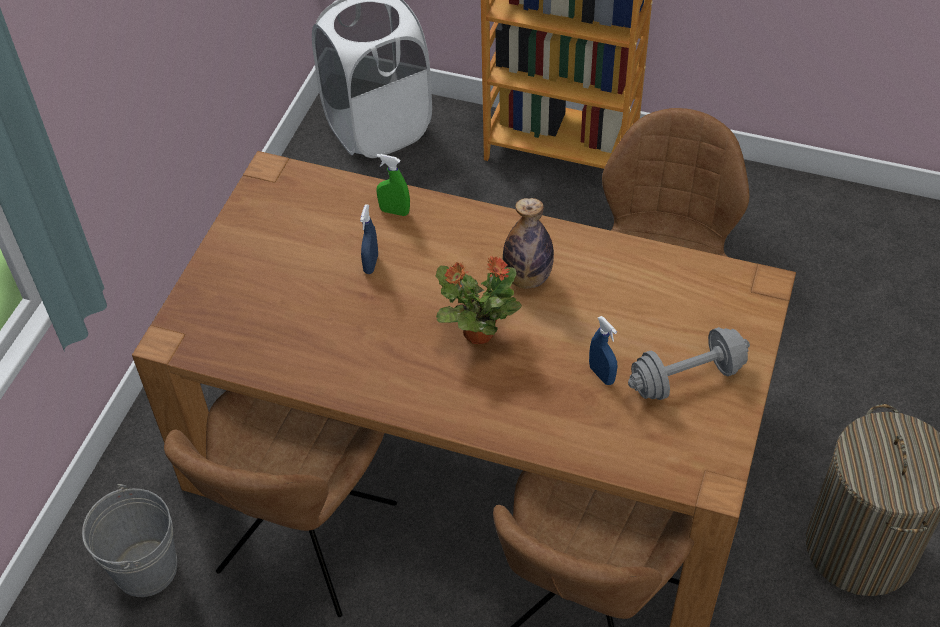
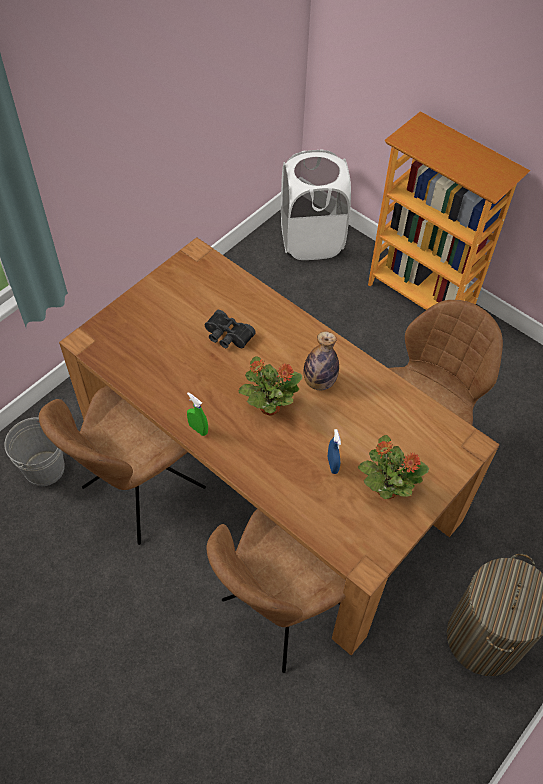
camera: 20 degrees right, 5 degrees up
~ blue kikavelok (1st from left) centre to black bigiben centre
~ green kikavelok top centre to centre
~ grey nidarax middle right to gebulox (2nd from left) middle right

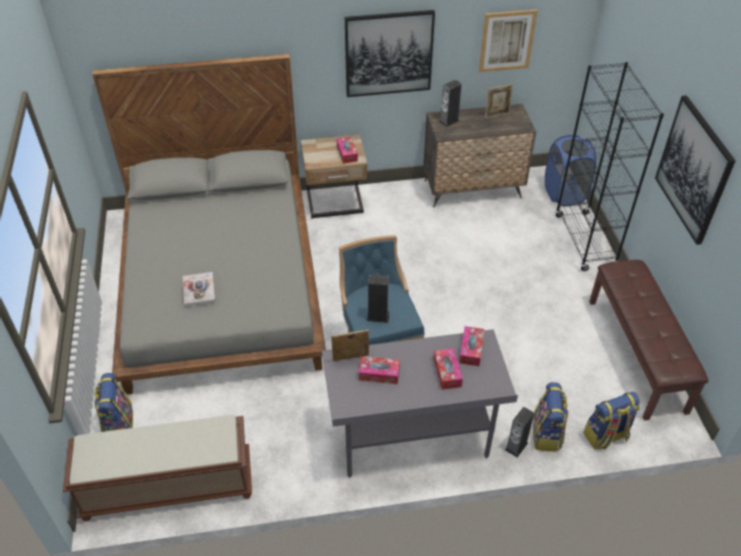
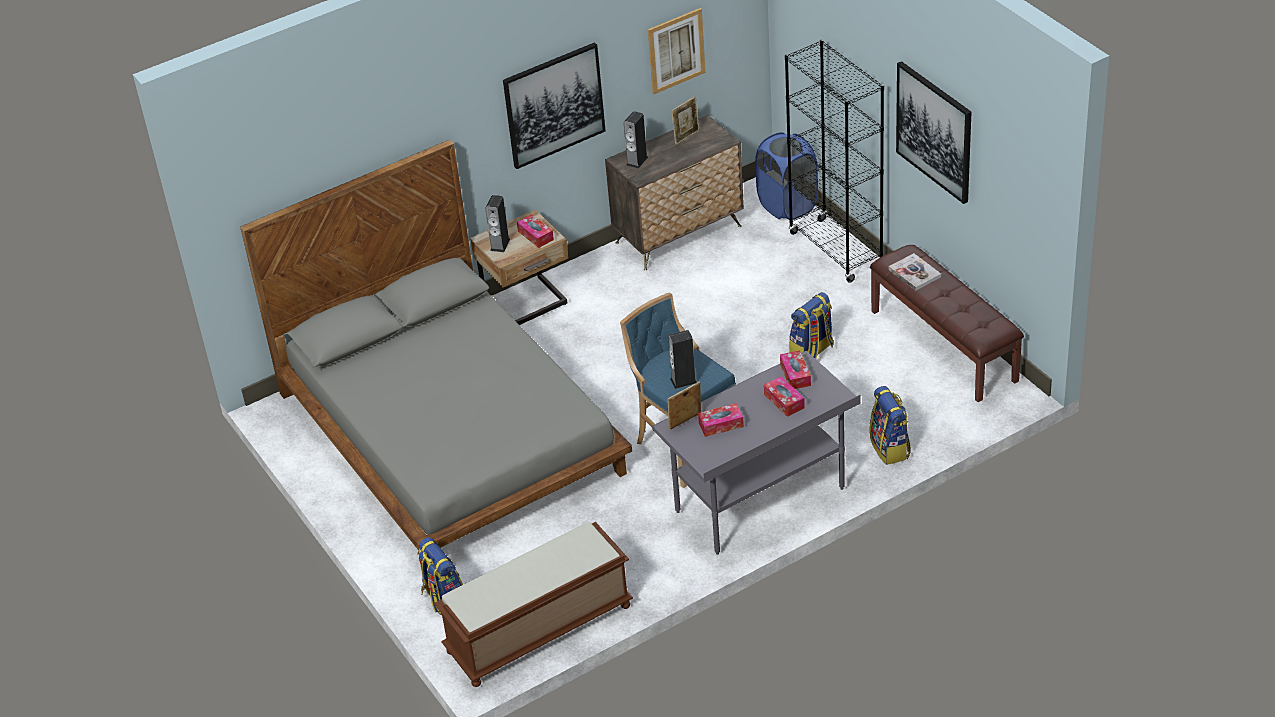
camera: 20 degrees left, 5 degrees down
~ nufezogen middle left to middle right
~ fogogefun (3rd from left in the first image) bottom right to fogogefun (1st from left) top centre
~ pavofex (3rd from left in the first image) bottom right to pavofex (2nd from left) centre

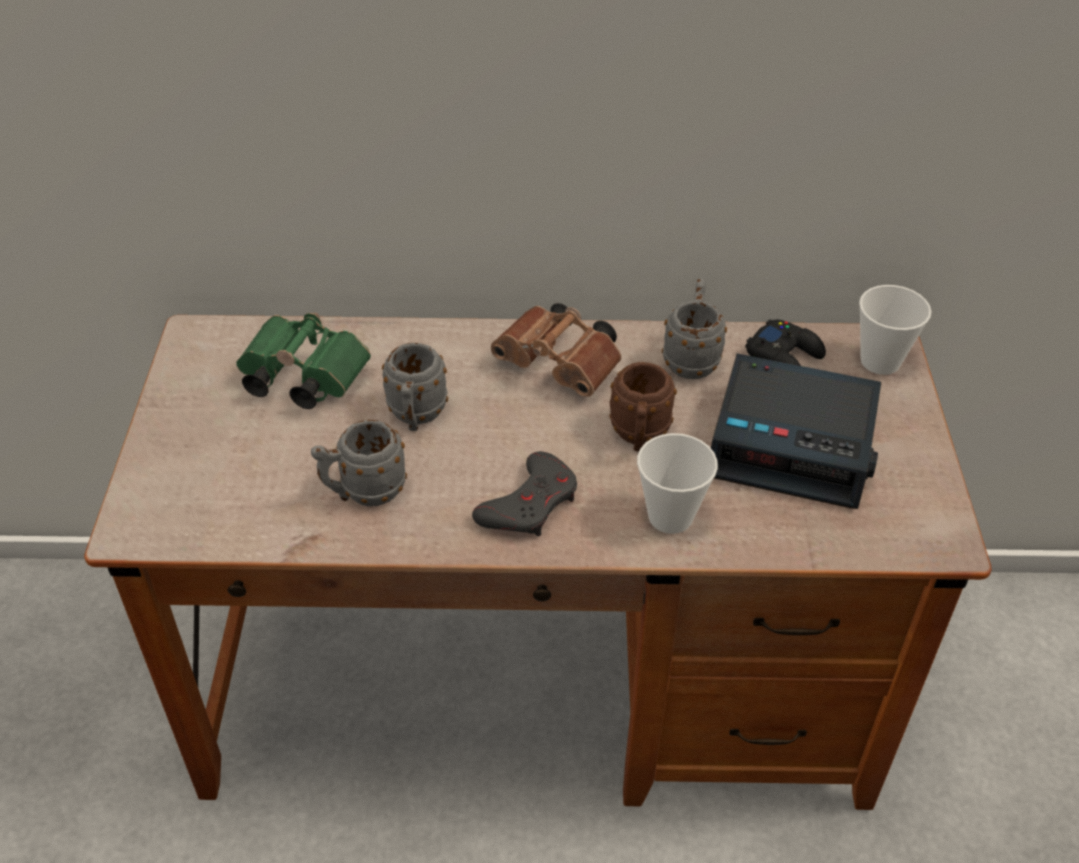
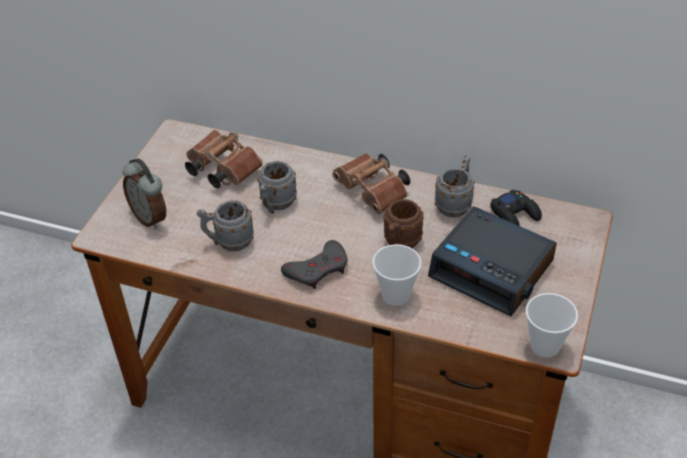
camera: 20 degrees right, 0 degrees up
~ green bigiben middle left to brown bigiben (1st from left) middle left
~ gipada (2nd from left) middle right to bottom right
+ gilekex (1st from left) middle left

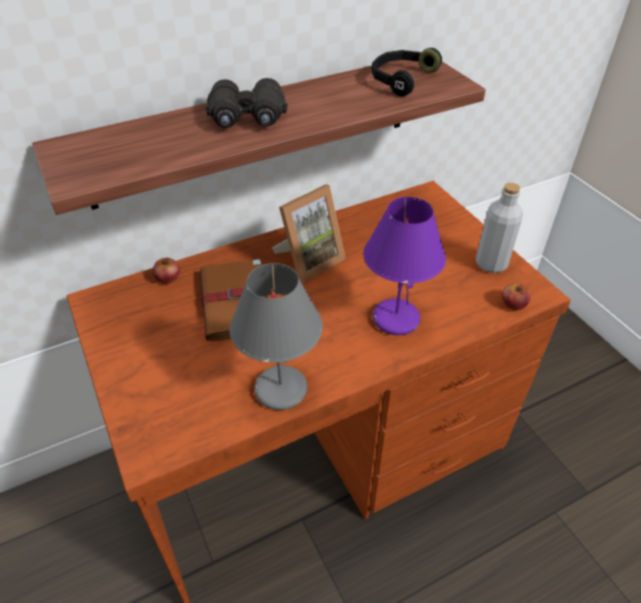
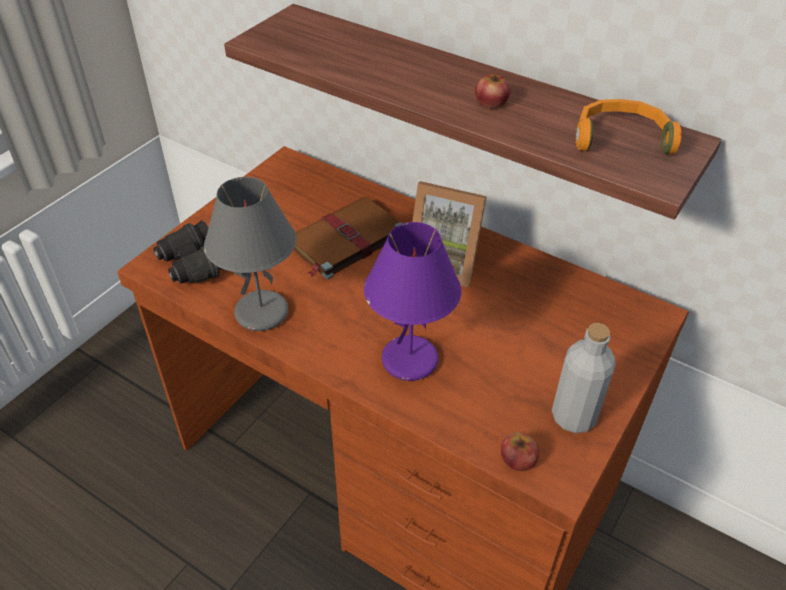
camera: 60 degrees right, 0 degrees up
~ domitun (1st from left) middle left to top centre
~ black bigiben top centre to middle left
~ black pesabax top centre to orange pesabax top right

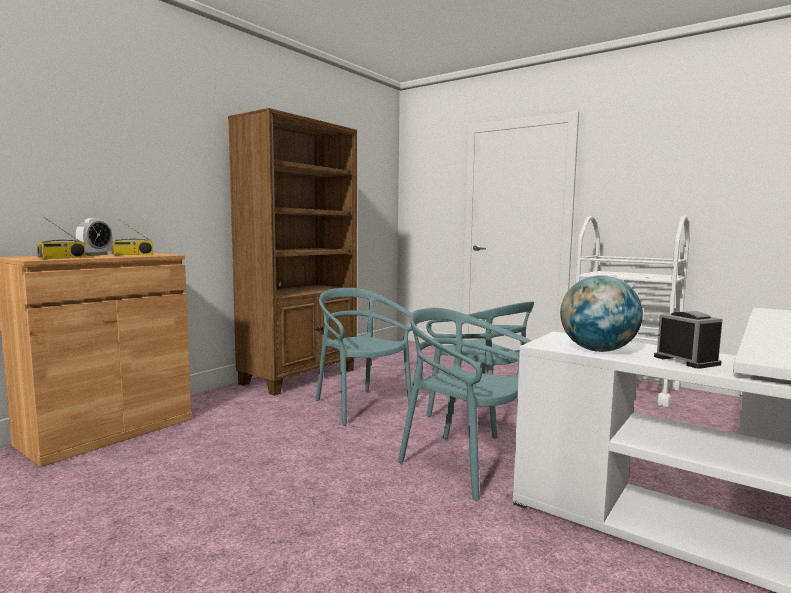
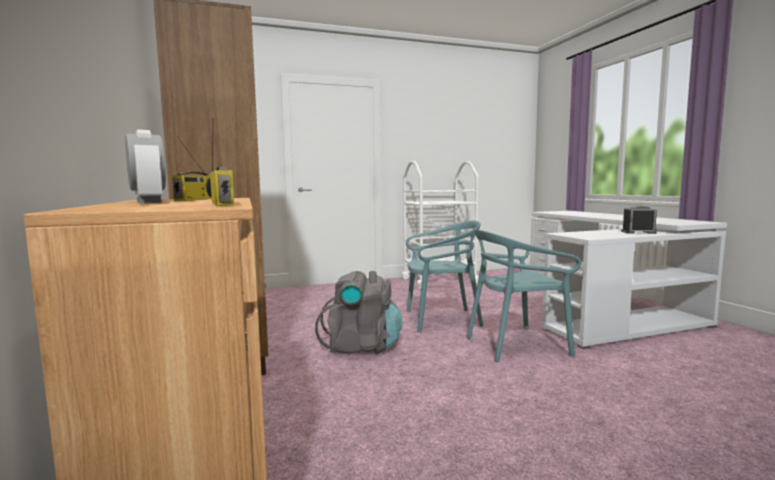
camera: 55 degrees left, 0 degrees up
~ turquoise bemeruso (1st from left) centre to grey pavofex centre
- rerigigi middle right

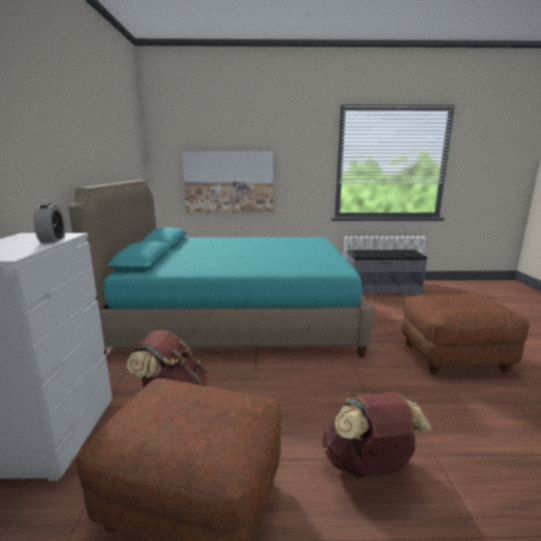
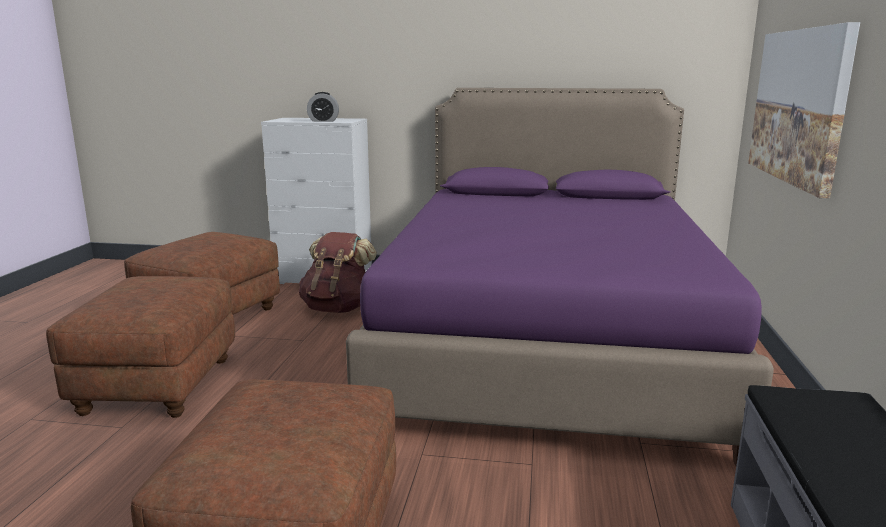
camera: 100 degrees right, 0 degrees up
~ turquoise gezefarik centre to purple gezefarik centre
~ brown pavofex (2nd from left) bottom right to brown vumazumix (1st from left) middle left

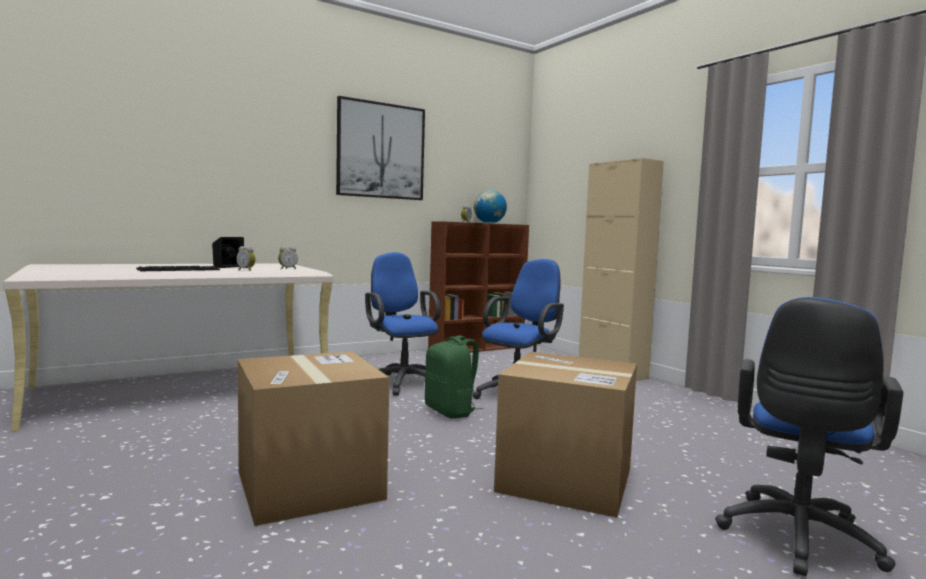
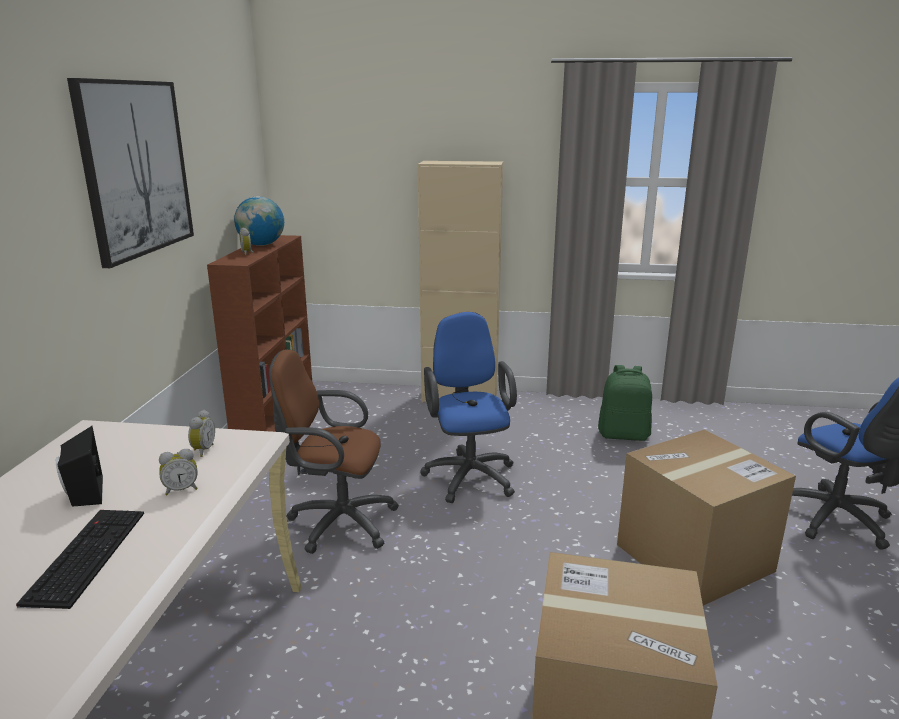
camera: 50 degrees left, 15 degrees up
~ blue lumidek (1st from left) centre to brown lumidek centre
~ green pavofex centre to middle right

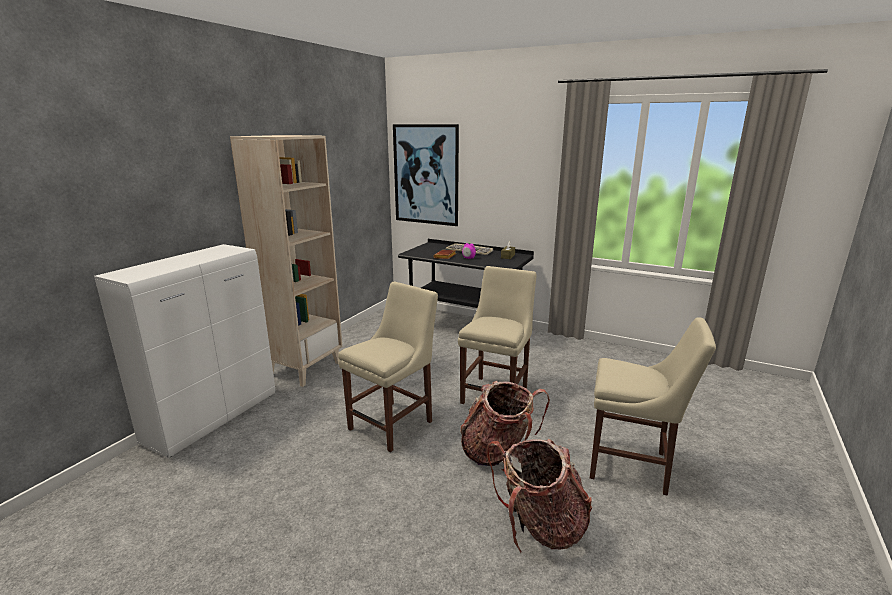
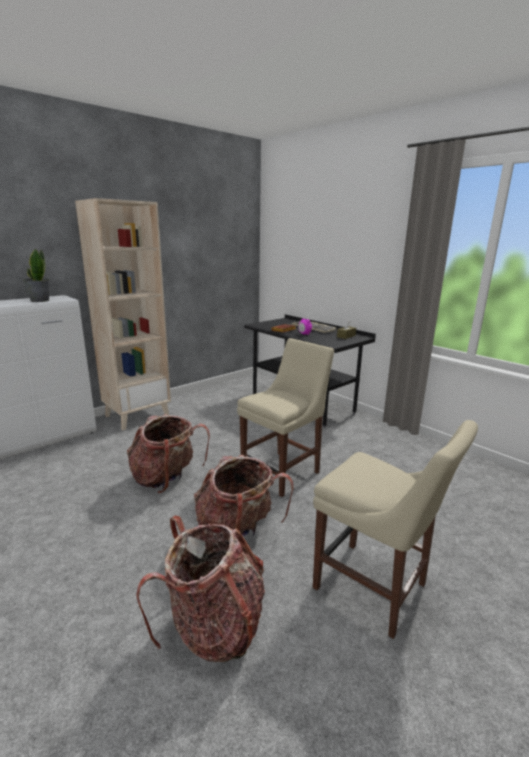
camera: 20 degrees right, 0 degrees up
~ beige bemeruso (1st from left) centre to pavofex (1st from left) middle left
- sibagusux top centre
+ gebulox middle left

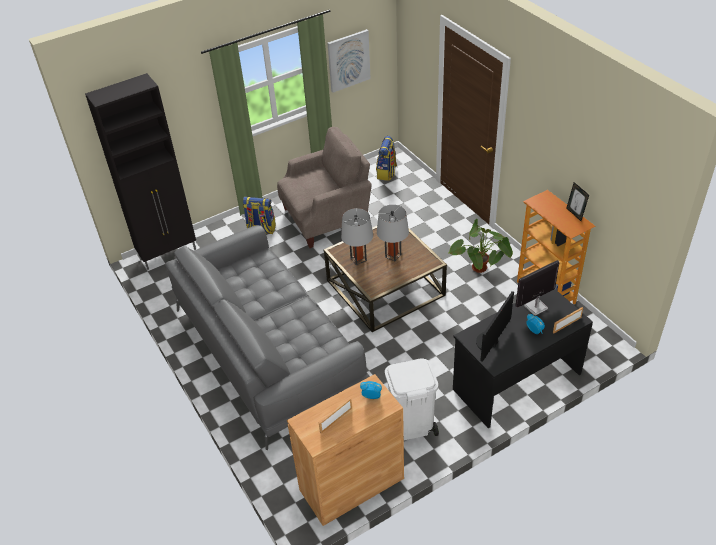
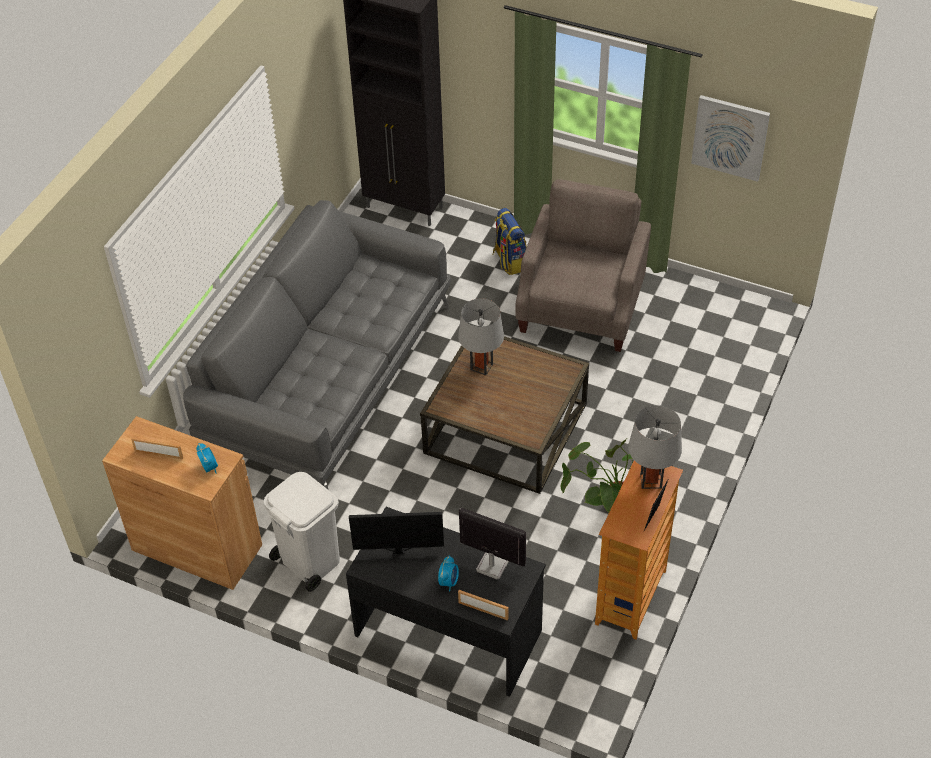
camera: 55 degrees right, 5 degrees up
~ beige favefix centre = centre 105 degrees counterclockwise
- pavofex (2nd from left) top centre
~ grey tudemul (2nd from left) centre to middle right

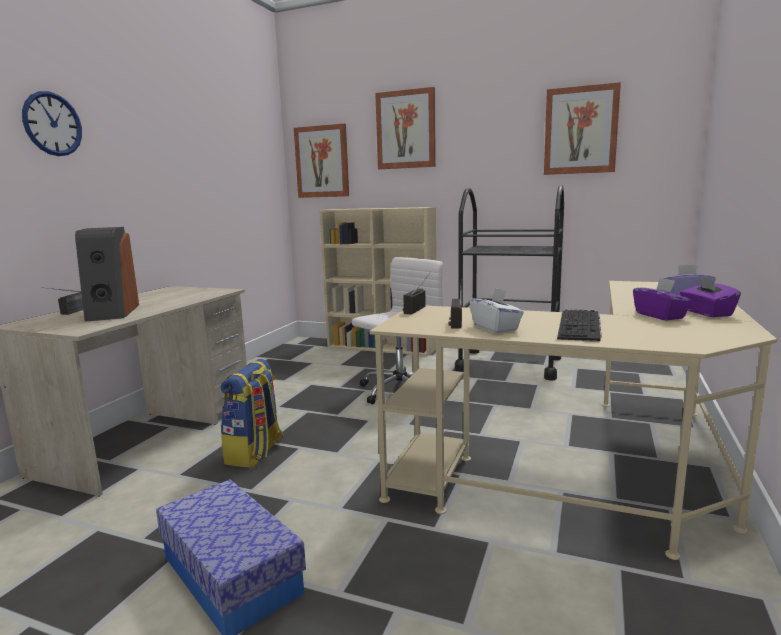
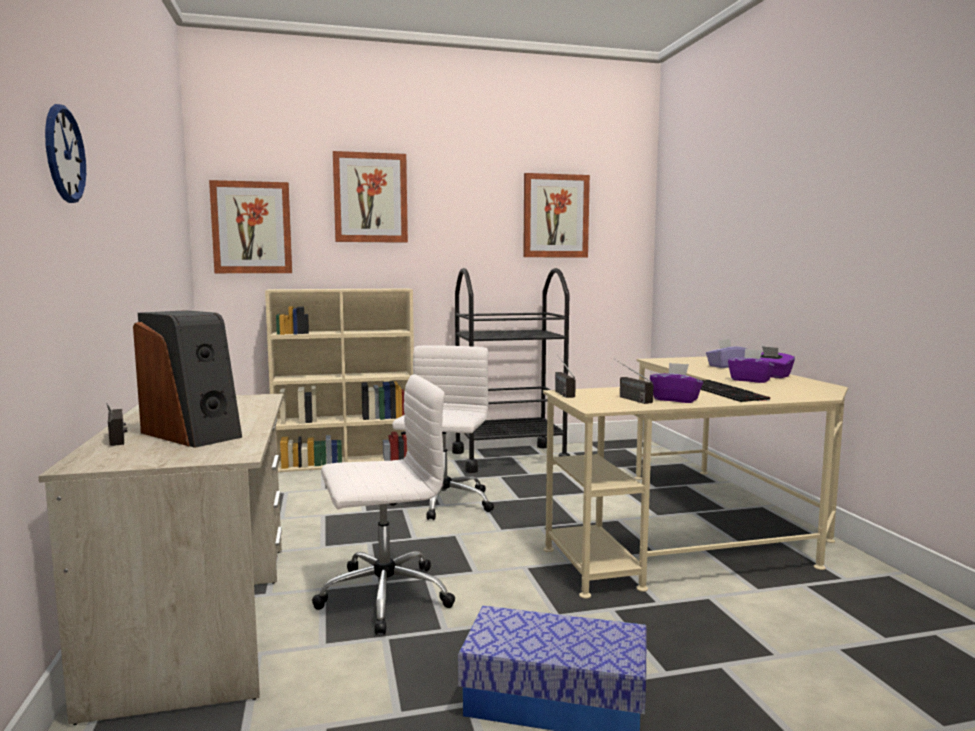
camera: 35 degrees left, 5 degrees down
~ pavofex middle left to white lumidek (1st from left) bottom centre
~ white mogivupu centre to purple mogivupu (1st from left) middle right

